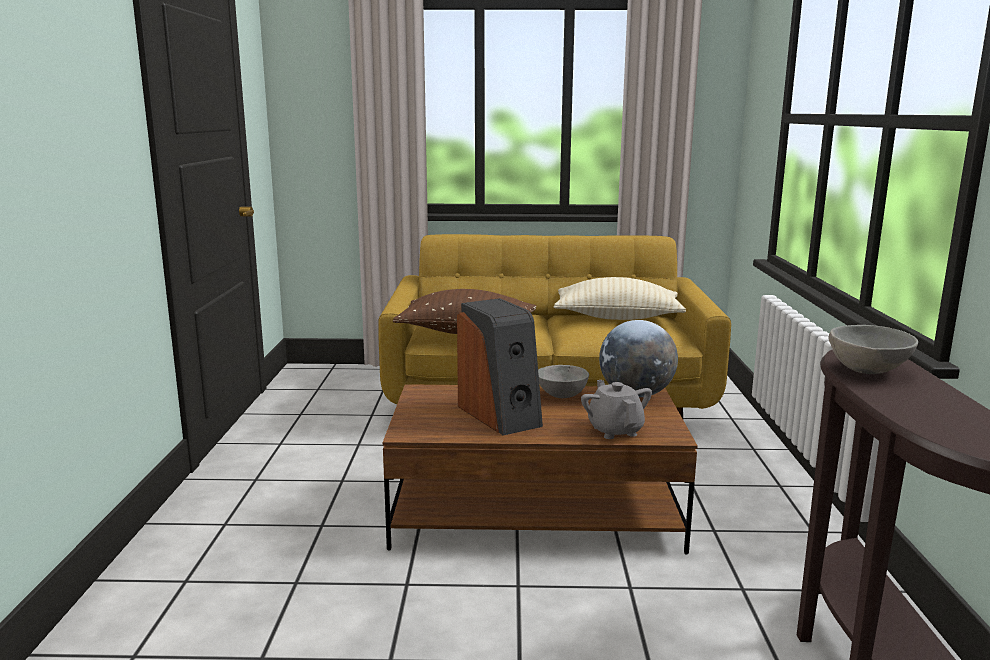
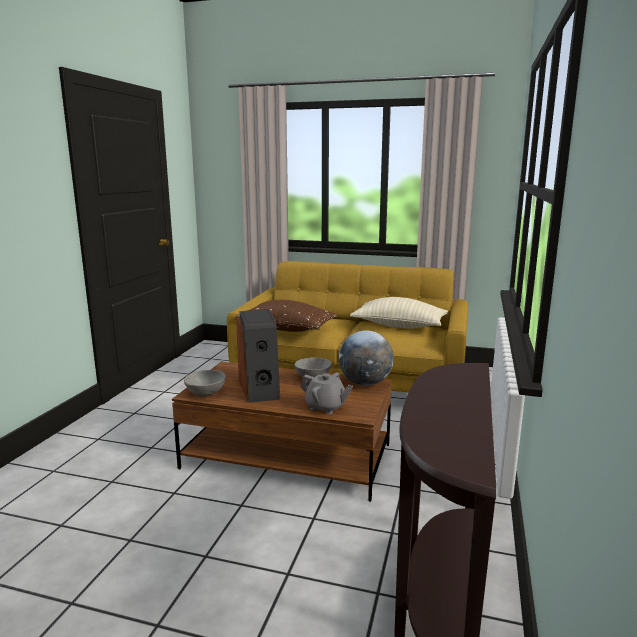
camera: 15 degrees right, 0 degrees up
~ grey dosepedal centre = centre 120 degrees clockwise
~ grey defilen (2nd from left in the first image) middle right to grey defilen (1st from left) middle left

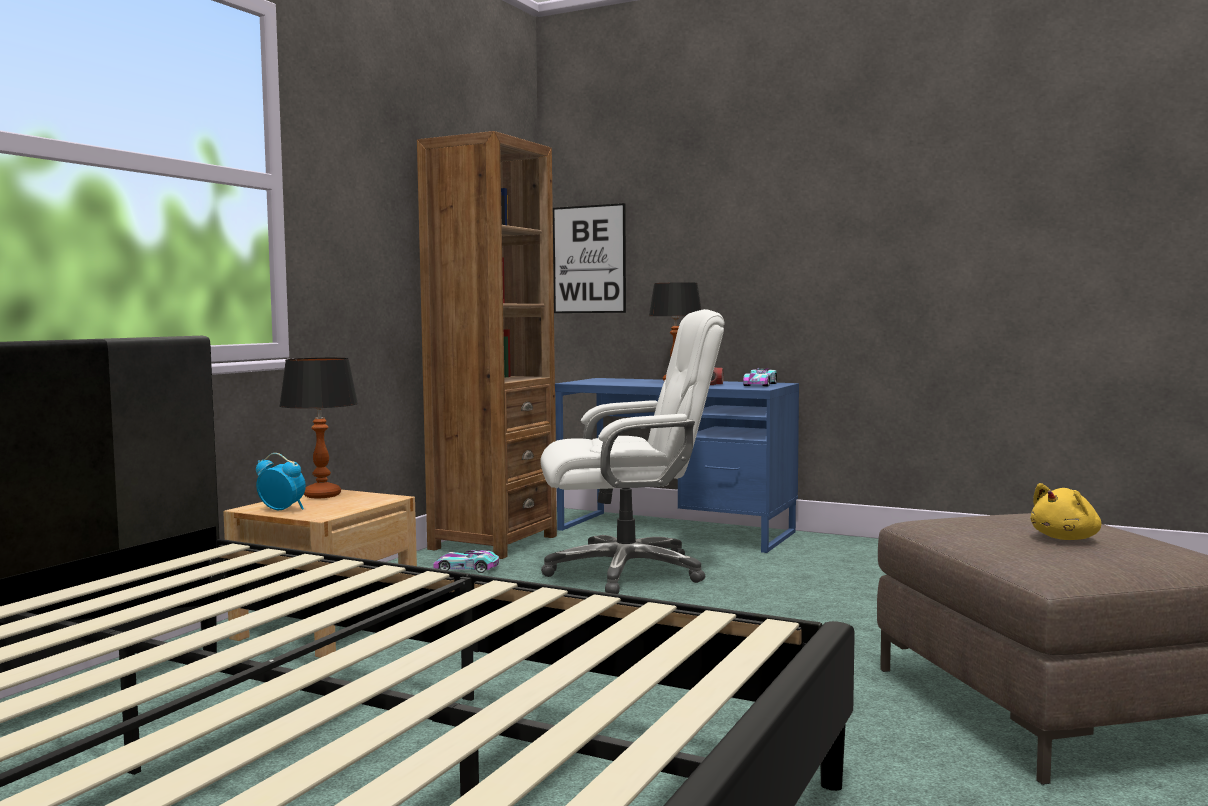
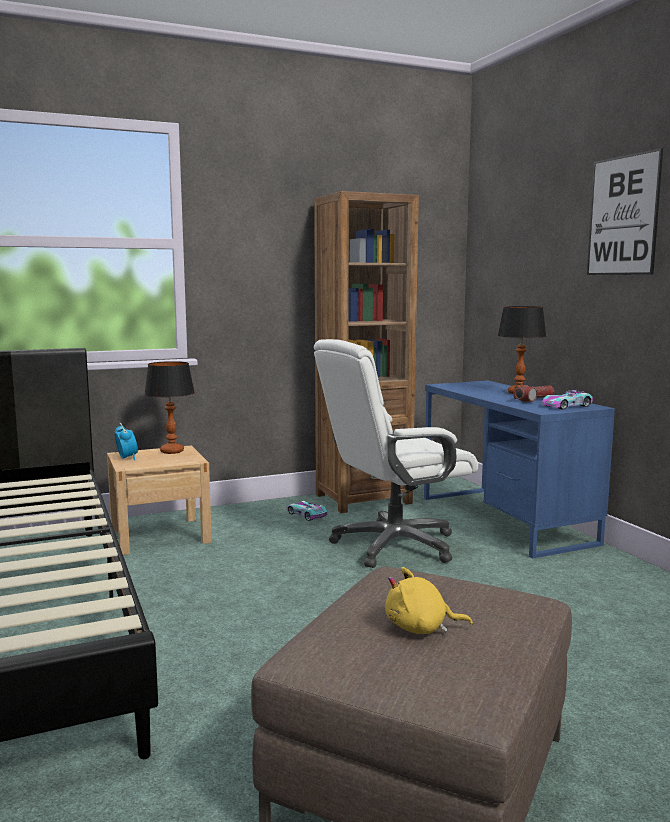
camera: 40 degrees right, 5 degrees up
~ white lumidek centre = centre 120 degrees clockwise
~ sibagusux top centre to top right

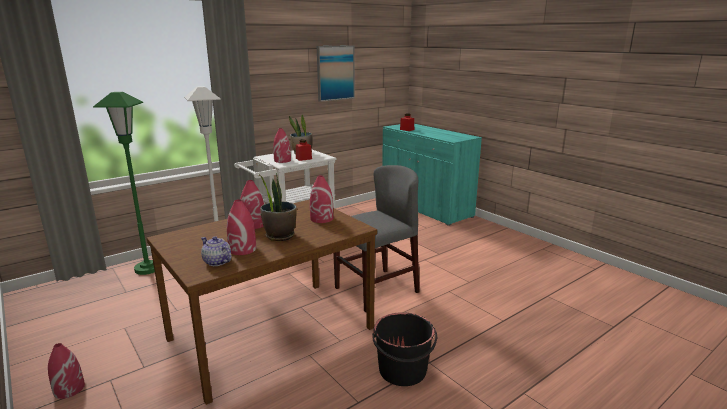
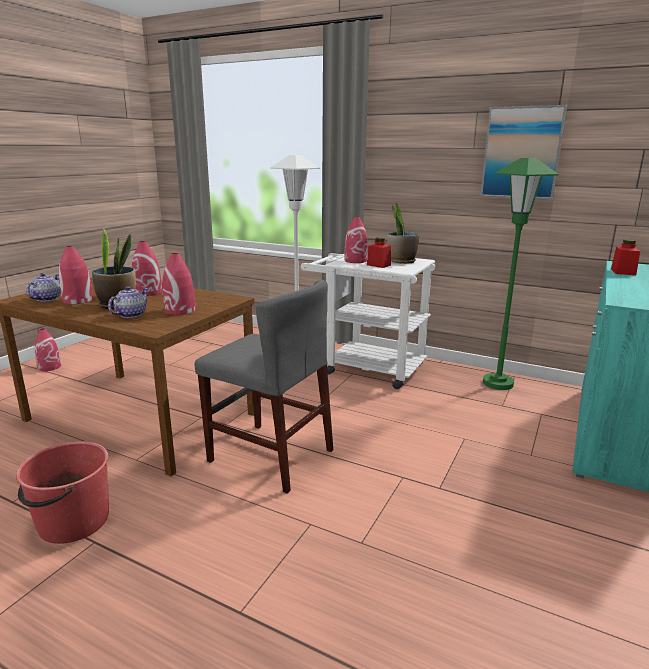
camera: 65 degrees right, 0 degrees up
~ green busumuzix middle left to middle right
~ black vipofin bottom centre to red vipofin bottom left
+ dosepedal (2nd from left) middle left

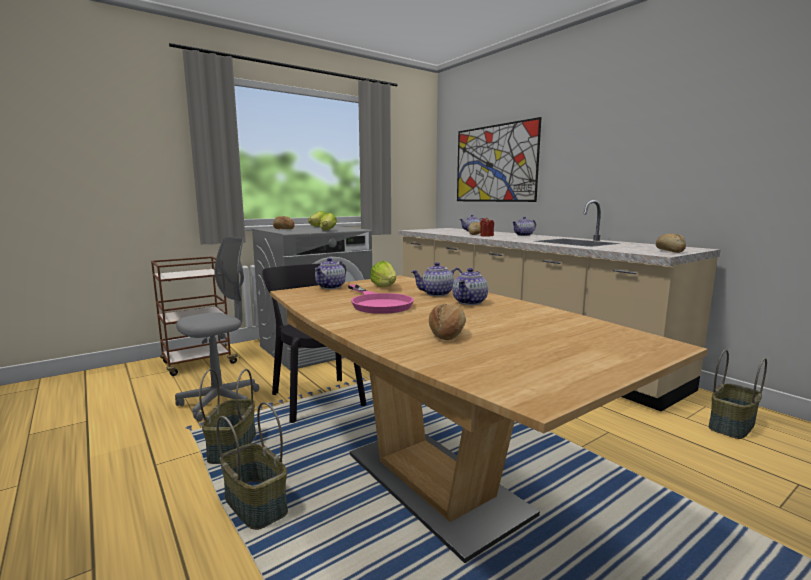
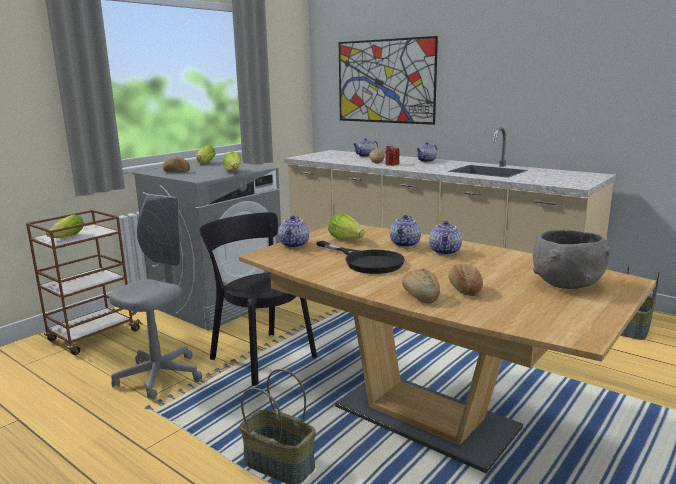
camera: 15 degrees left, 5 degrees up
- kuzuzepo (1st from left) bottom left
~ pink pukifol centre to black pukifol centre
~ dosepedal (2nd from left in the first image) centre = centre 45 degrees counterclockwise
~ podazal (4th from left in the first image) middle right to podazal (3rd from left) centre
+ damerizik (1st from left) middle left
+ grey defilen middle right

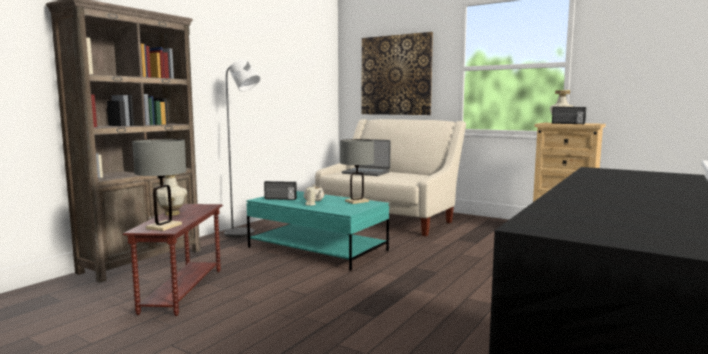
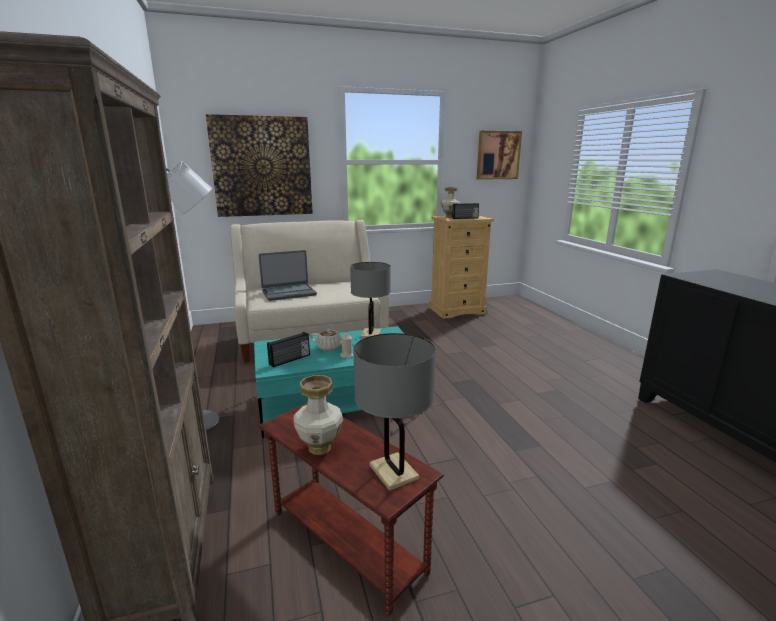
camera: 50 degrees left, 10 degrees up
+ sibagusux (2nd from left) top centre

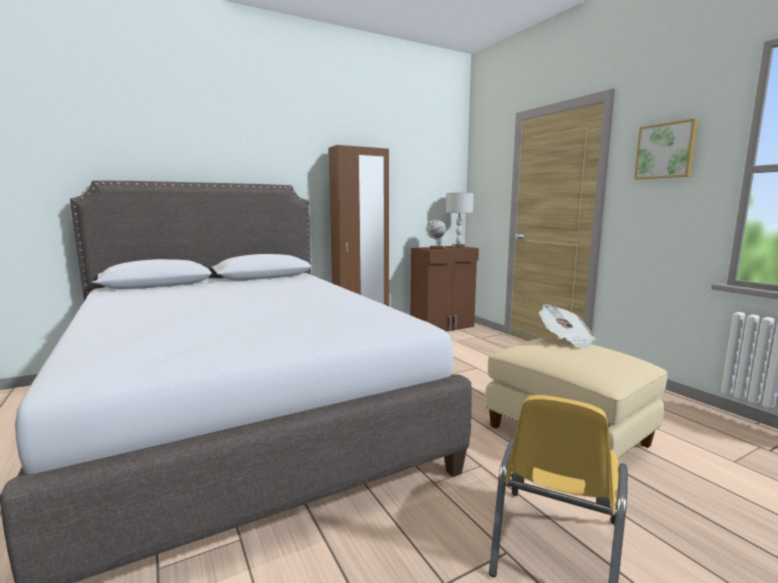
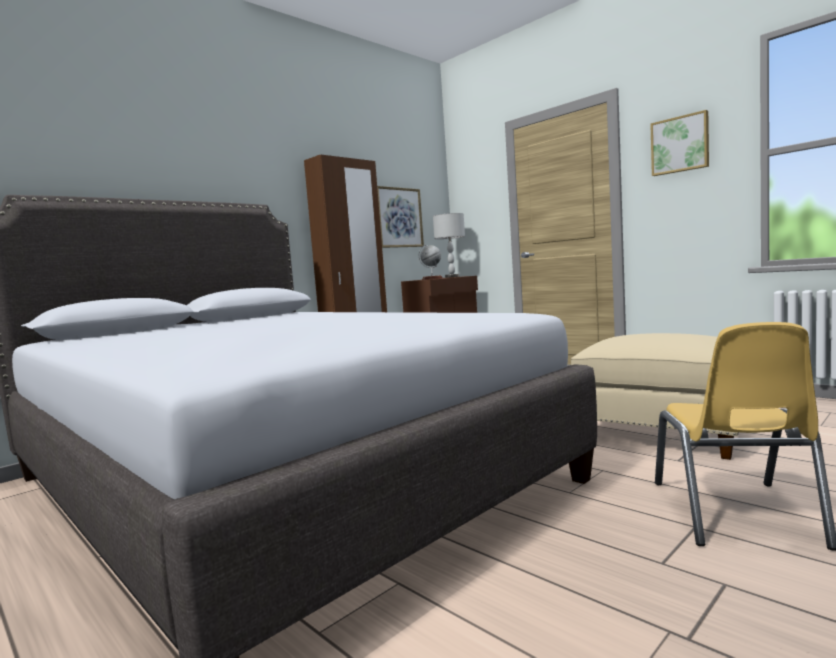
camera: 15 degrees left, 5 degrees down
- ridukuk middle right
+ sibagusux (1st from left) top centre

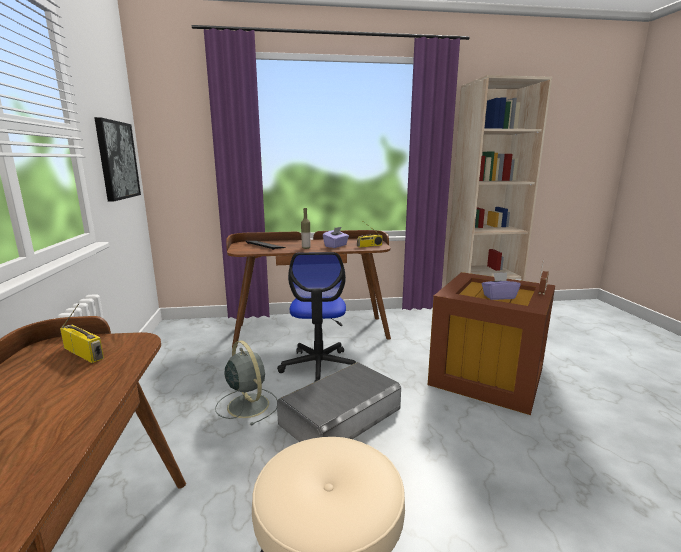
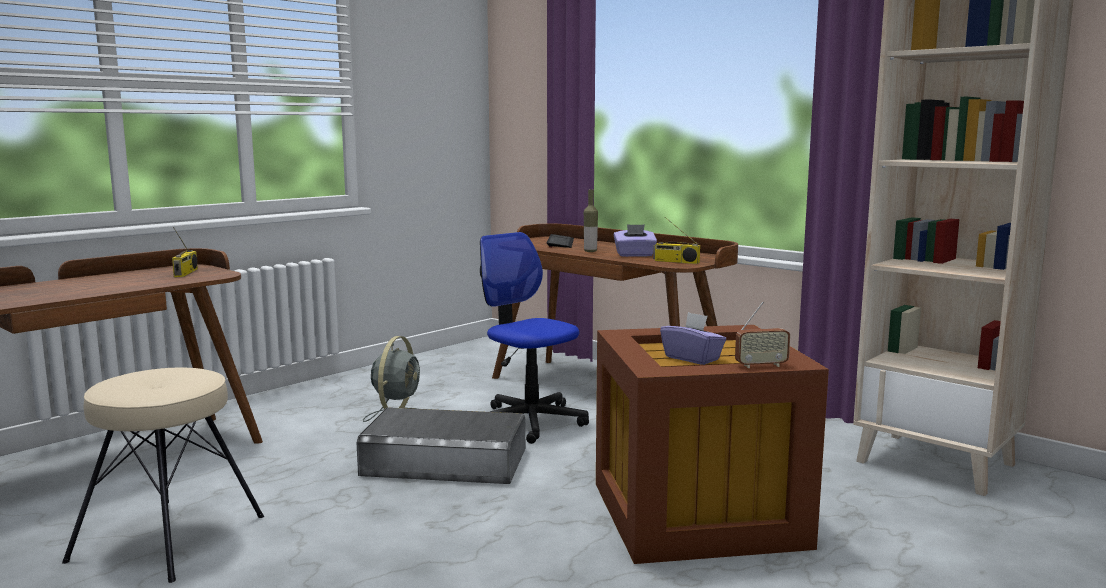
camera: 50 degrees right, 5 degrees down
- sibagusux top left
~ lumidek centre = centre 90 degrees clockwise

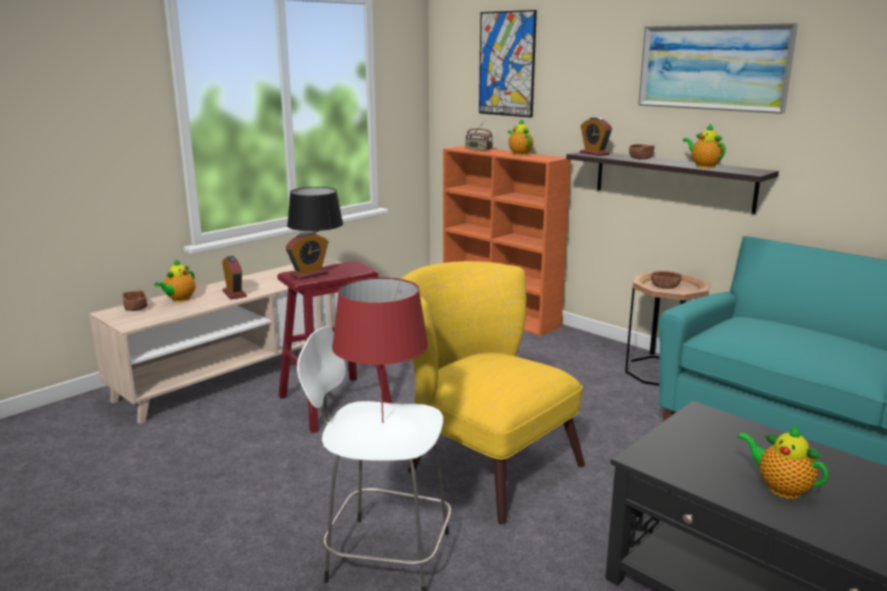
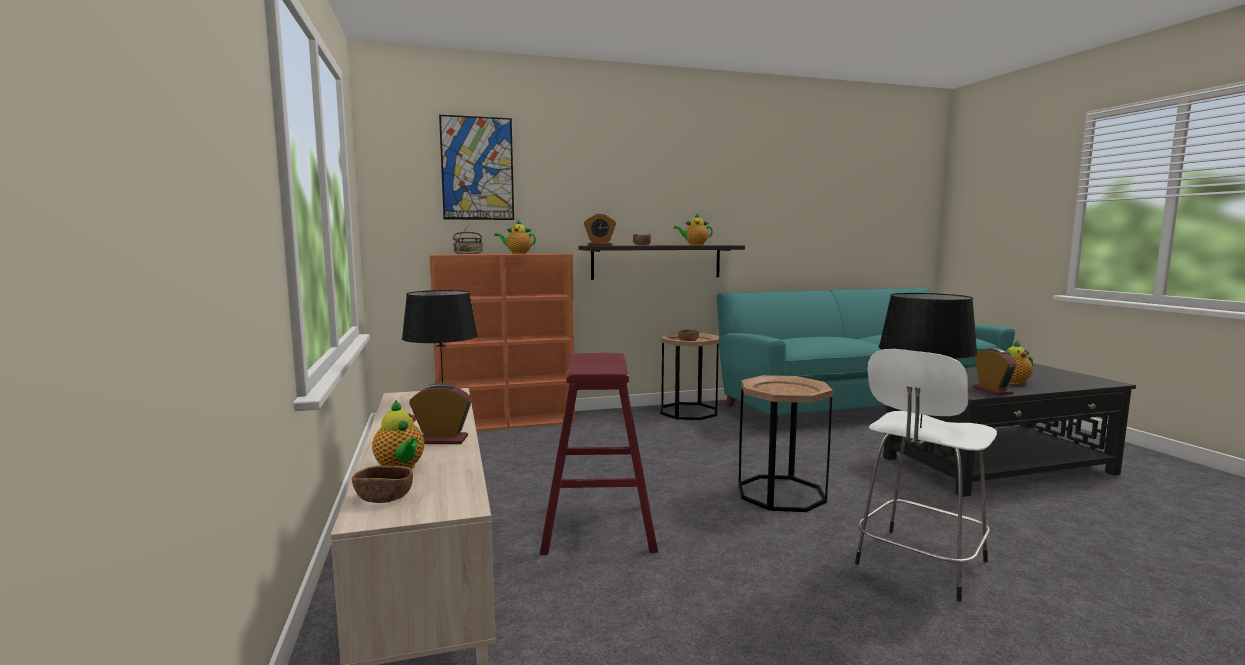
camera: 60 degrees left, 10 degrees down
~ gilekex (2nd from left in the first image) centre to gilekex (3rd from left) middle right
~ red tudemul centre to black tudemul (2nd from left) middle right
~ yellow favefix centre to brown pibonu (2nd from left) centre
- sibagusux (2nd from left) top right

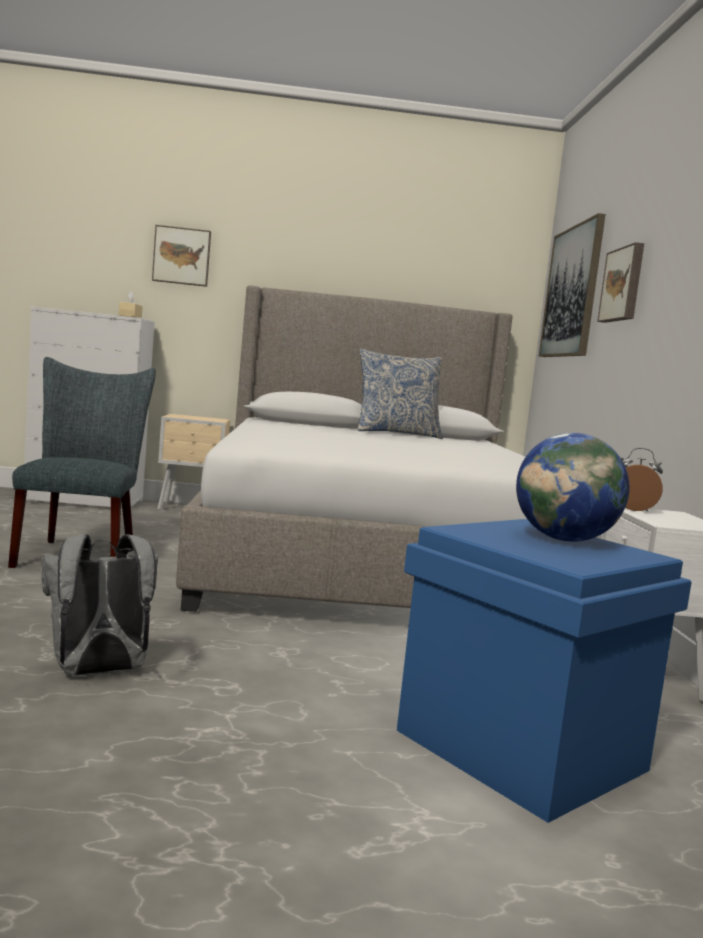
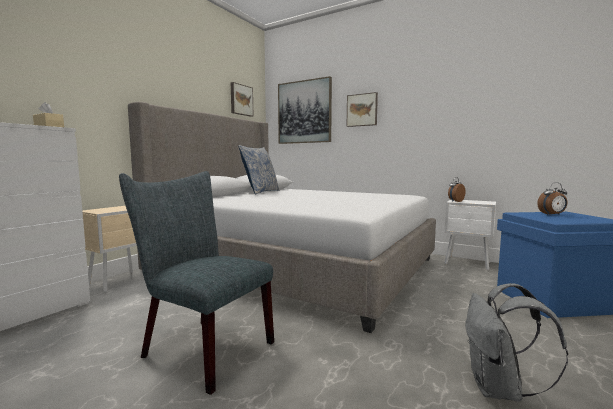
camera: 55 degrees left, 0 degrees up
~ sibagusux (1st from left) top left to top centre
~ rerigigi middle right to gilekex (2nd from left) middle right

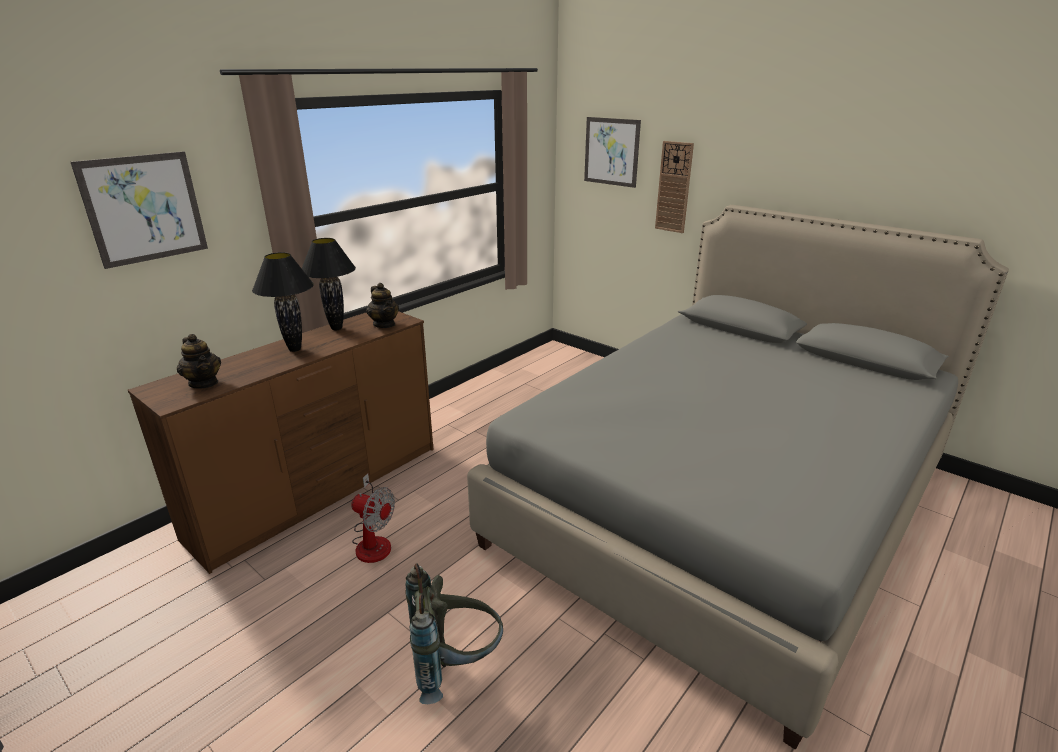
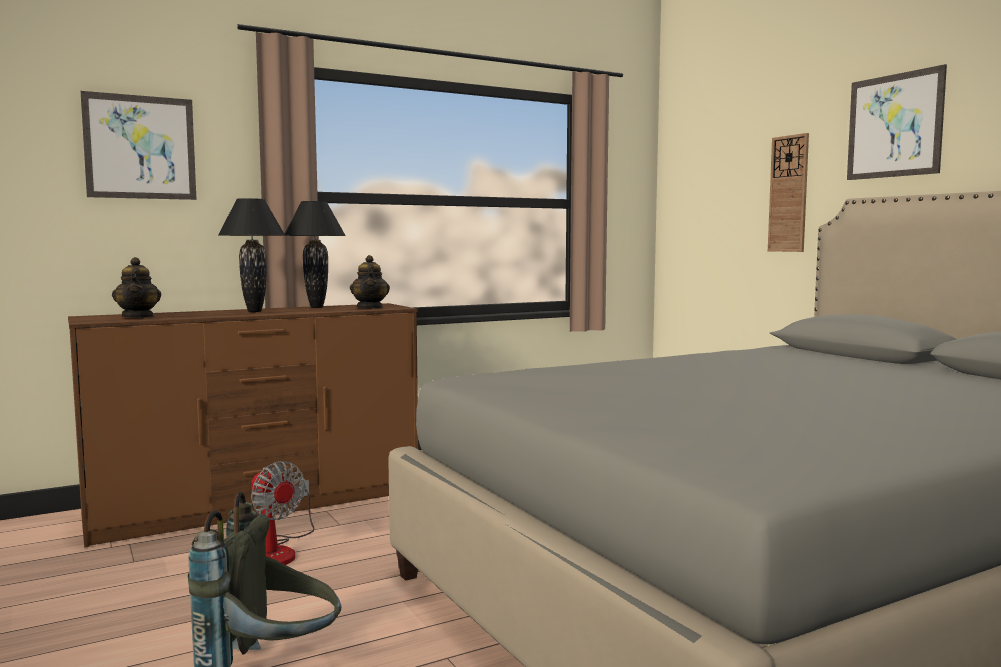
camera: 20 degrees right, 20 degrees down
~ sibagusux (2nd from left) top centre to top right

